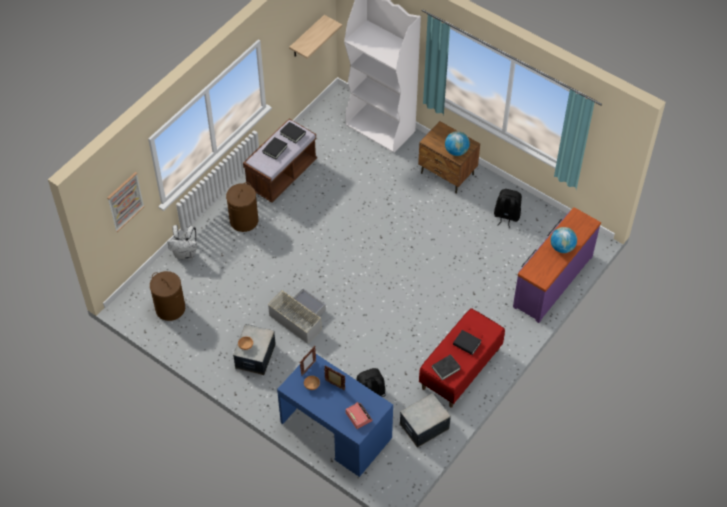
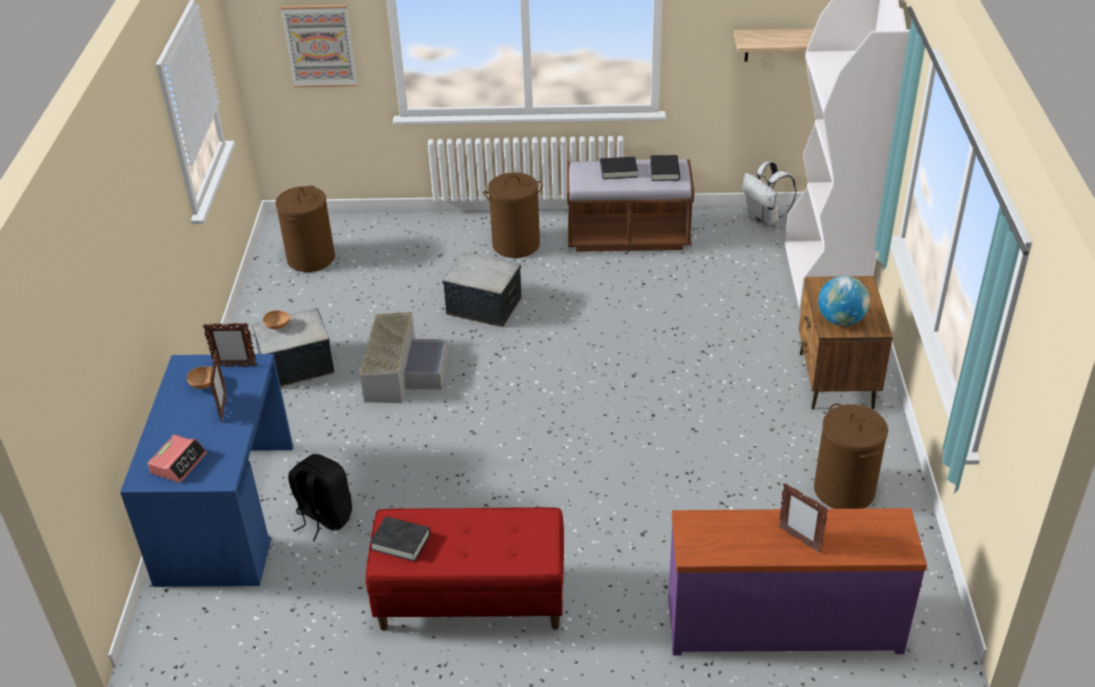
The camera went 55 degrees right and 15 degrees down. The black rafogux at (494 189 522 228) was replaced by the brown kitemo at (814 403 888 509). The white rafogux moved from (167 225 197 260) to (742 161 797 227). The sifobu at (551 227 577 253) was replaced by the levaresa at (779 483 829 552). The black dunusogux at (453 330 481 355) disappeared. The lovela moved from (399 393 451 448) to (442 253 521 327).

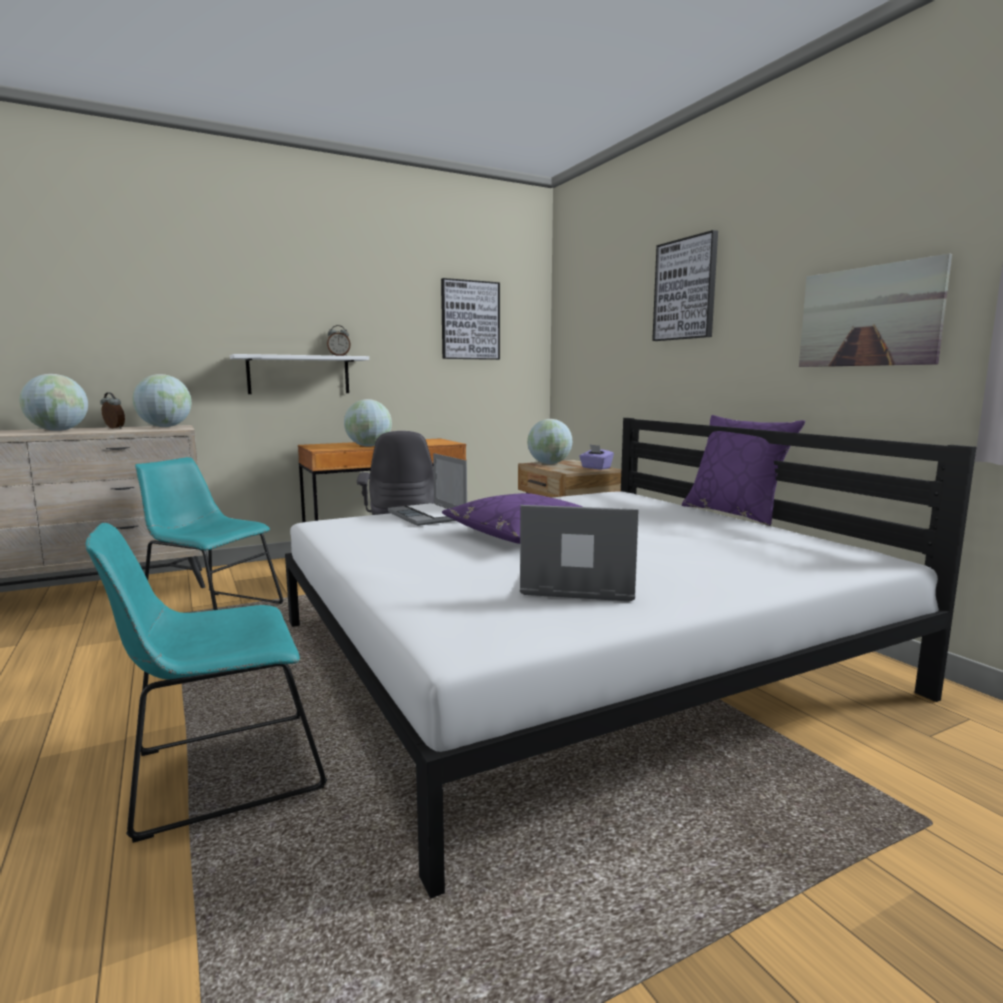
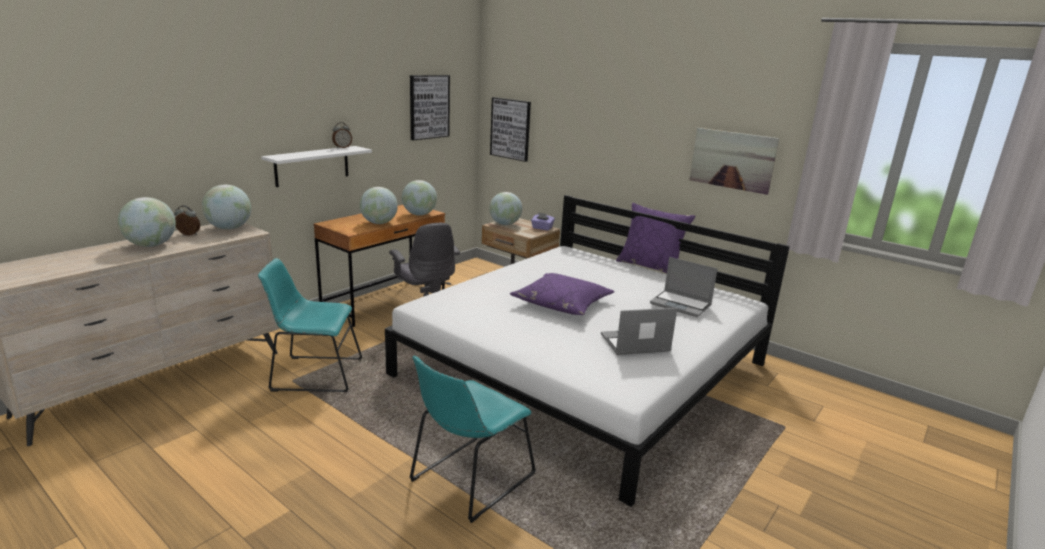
The camera went 25 degrees left and 10 degrees up. The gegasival moved from (652 230 718 341) to (490 97 531 162). The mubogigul moved from (388 453 467 526) to (650 257 718 317). The sifobu at (402 180 437 216) appeared.

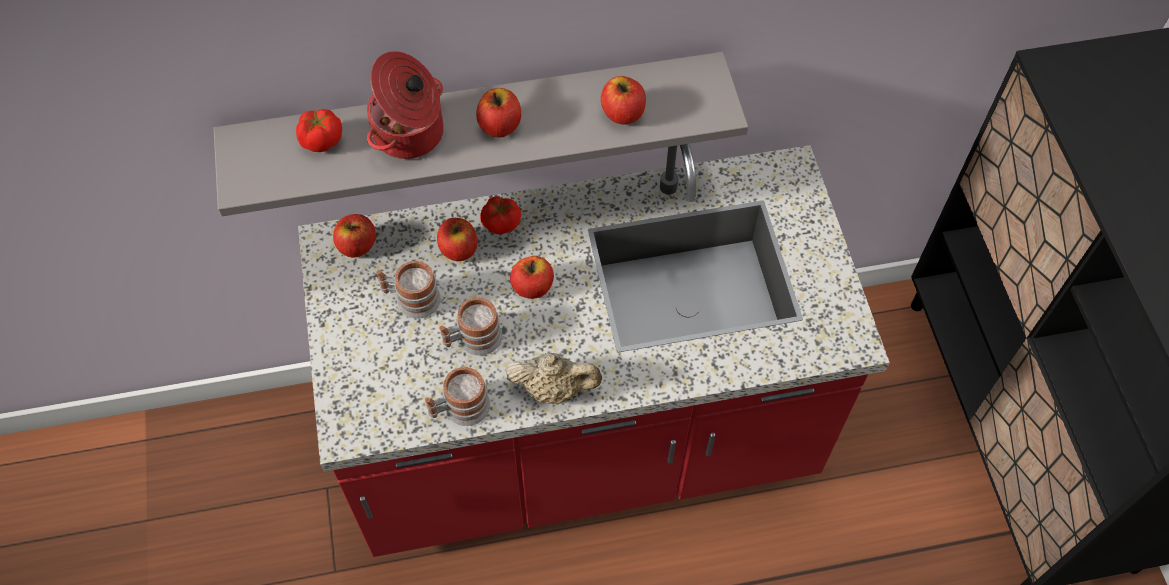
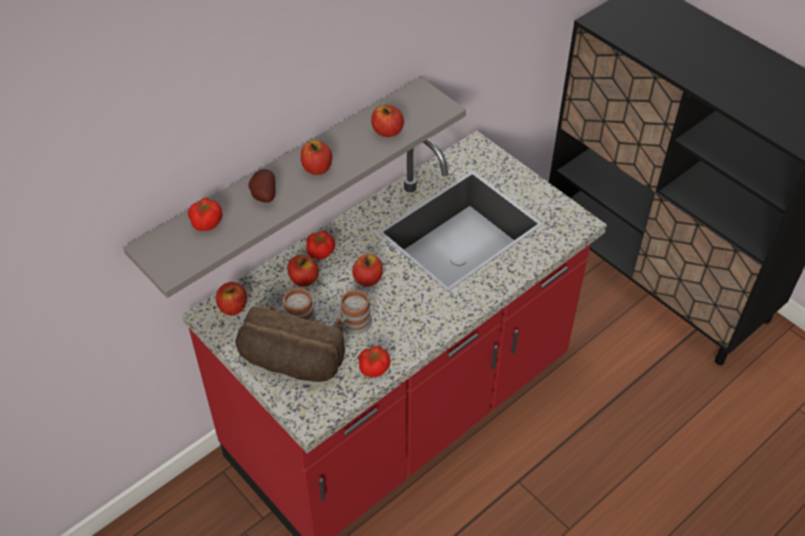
The camera went 30 degrees left and 10 degrees down. The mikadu at (367 51 444 159) was replaced by the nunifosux at (249 169 275 203). The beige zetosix at (506 353 602 405) disappeared. The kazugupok at (425 367 490 426) was replaced by the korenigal at (358 346 390 378). The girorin at (235 306 345 382) appeared.

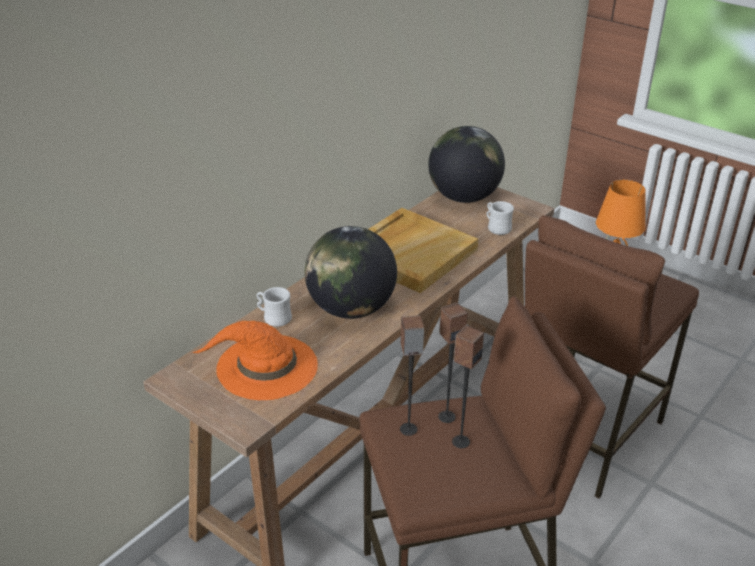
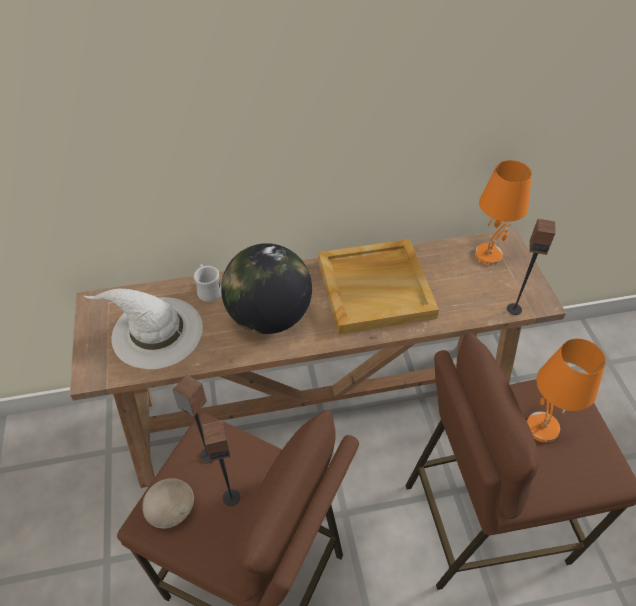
The camera went 40 degrees right and 15 degrees up. The sifobu at (428 126 505 203) was replaced by the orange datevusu at (475 160 532 265). The white kazugupok at (486 201 514 235) disappeared. The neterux moved from (438 303 468 423) to (507 219 555 315). The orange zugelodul at (192 321 318 400) became the white zugelodul at (84 288 203 369). The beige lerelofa at (142 478 194 529) appeared.

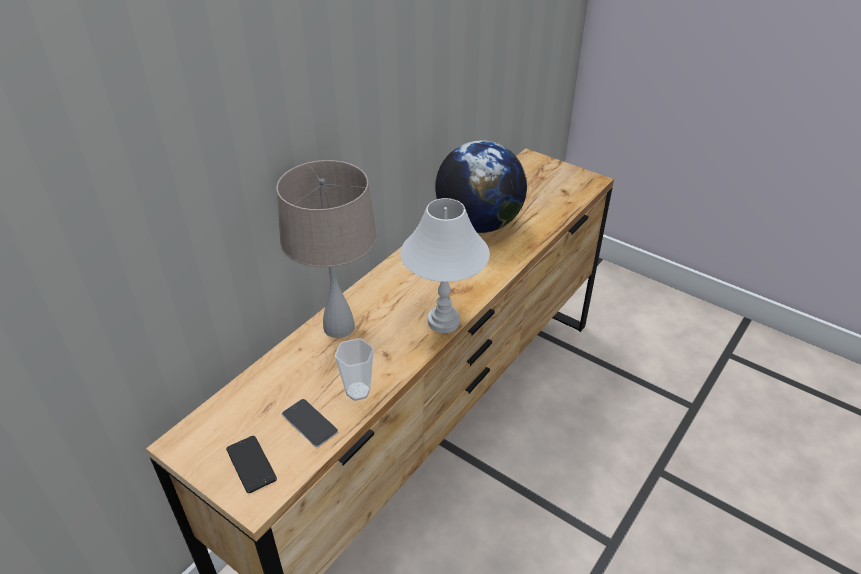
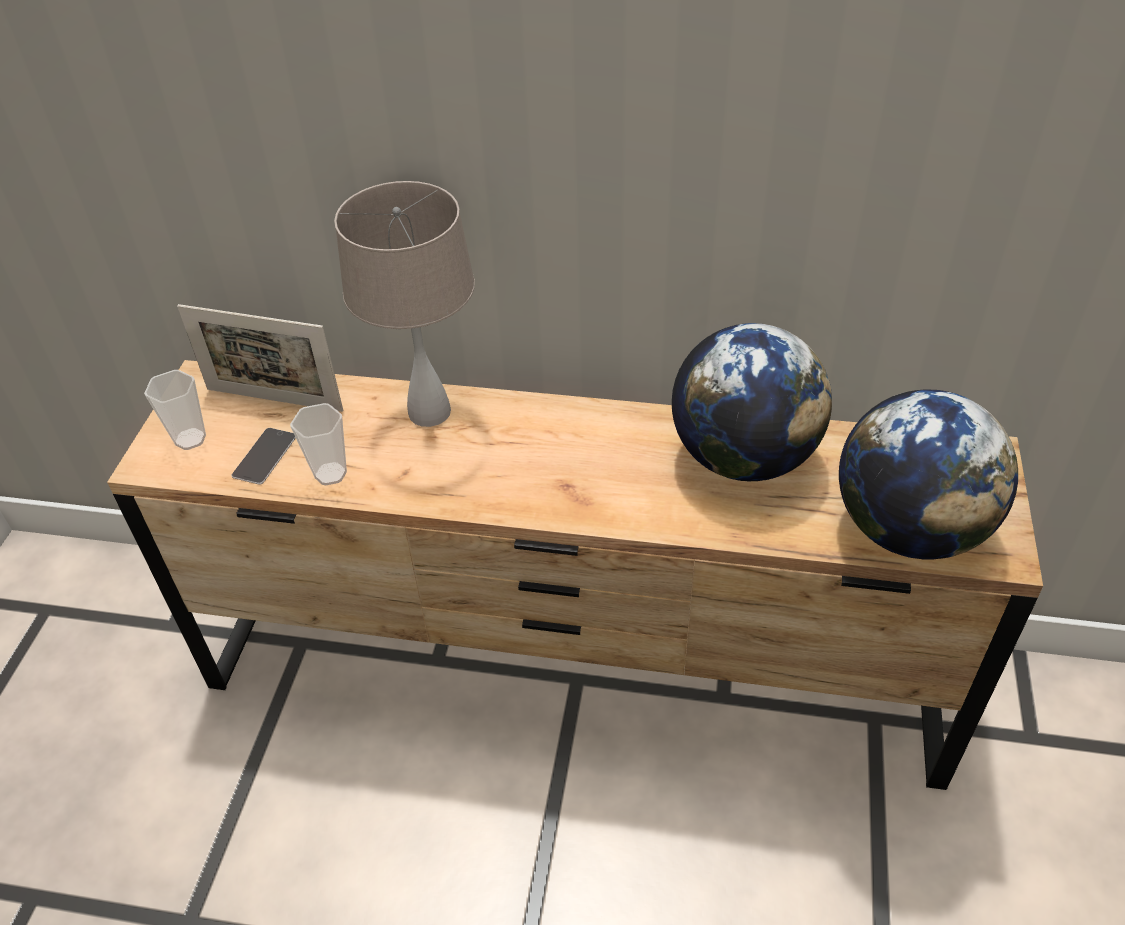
The camera went 65 degrees right and 5 degrees up. The white datevusu at (400 198 490 333) disappeared. The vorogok at (226 436 277 493) was replaced by the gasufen at (144 370 206 450). The levaresa at (177 304 343 412) appeared. The sifobu at (839 389 1018 559) appeared.

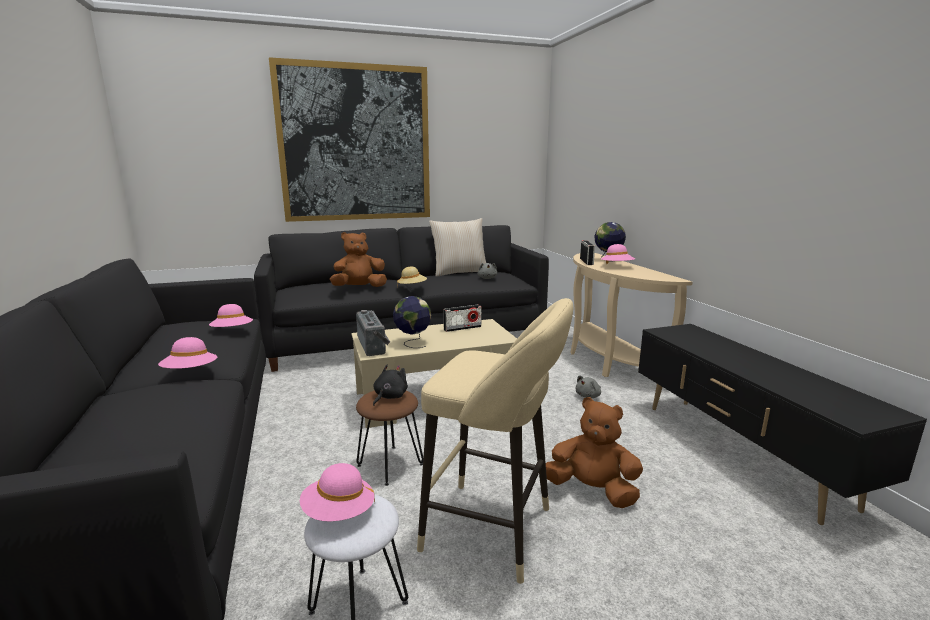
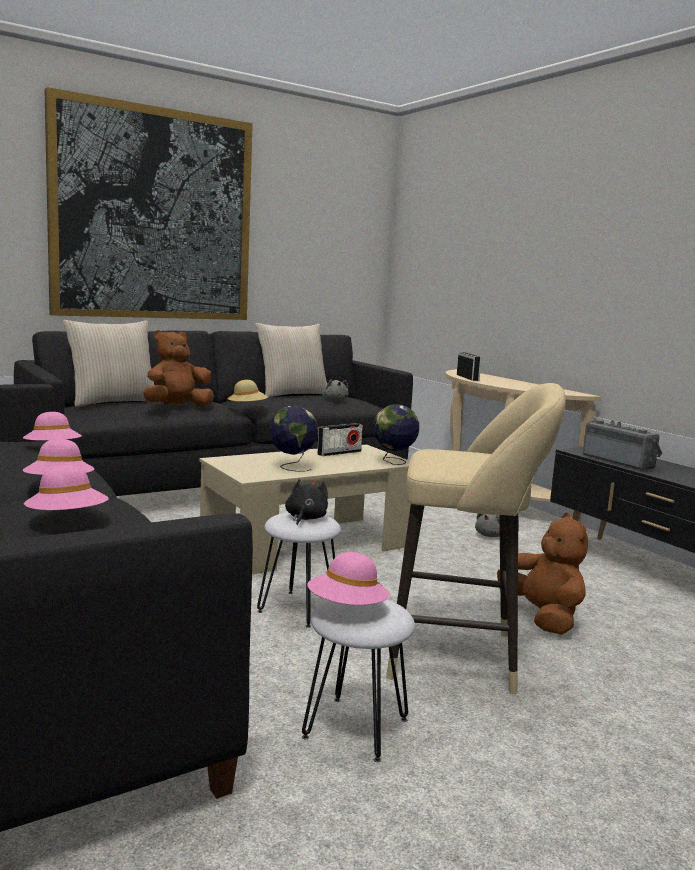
The camera went 15 degrees left and 5 degrees down. The sifobu moved from (594 222 626 262) to (373 404 419 465). The pink zugelodul moved from (601 244 635 264) to (24 465 108 510). The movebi moved from (356 310 390 356) to (583 420 662 470). The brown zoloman at (356 390 423 486) became the white zoloman at (257 512 341 628). The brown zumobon at (546 397 643 508) turned 60 degrees clockwise. The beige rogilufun at (63 320 154 407) appeared.

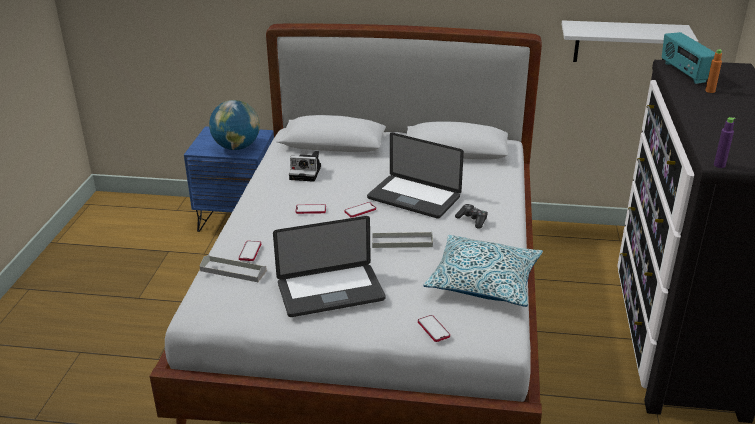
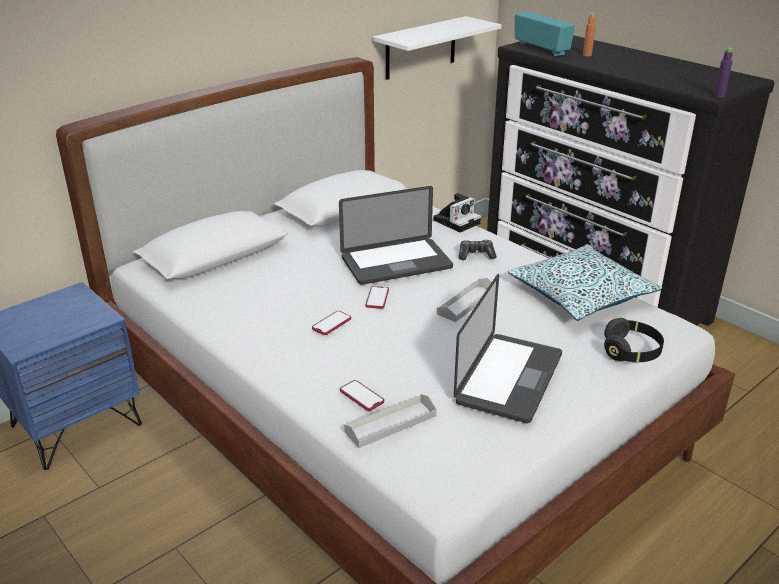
The camera went 50 degrees left and 0 degrees up. The movebi at (662 32 715 84) turned 150 degrees counterclockwise. The sifobu at (209 100 260 150) disappeared. The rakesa moved from (289 151 321 182) to (433 193 481 232). The vorogok at (418 315 450 342) was replaced by the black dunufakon at (604 318 664 362).

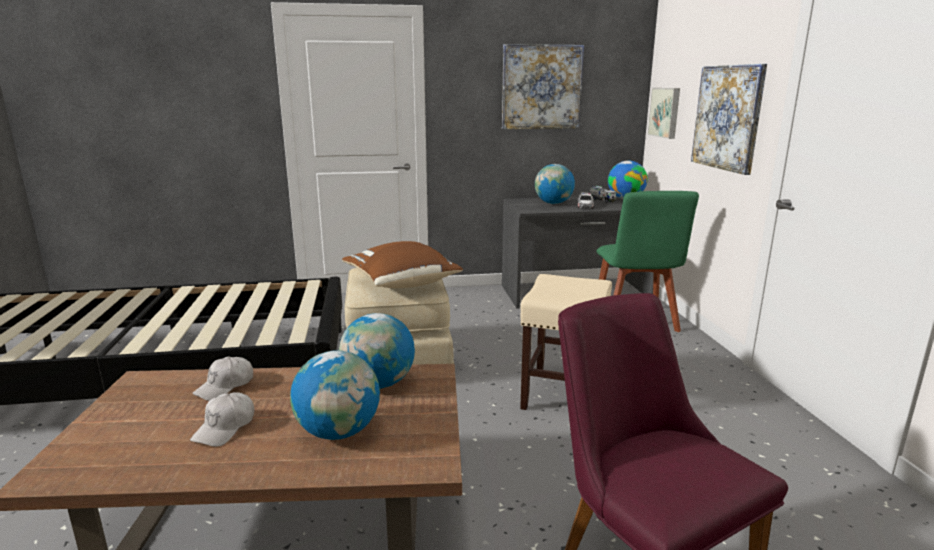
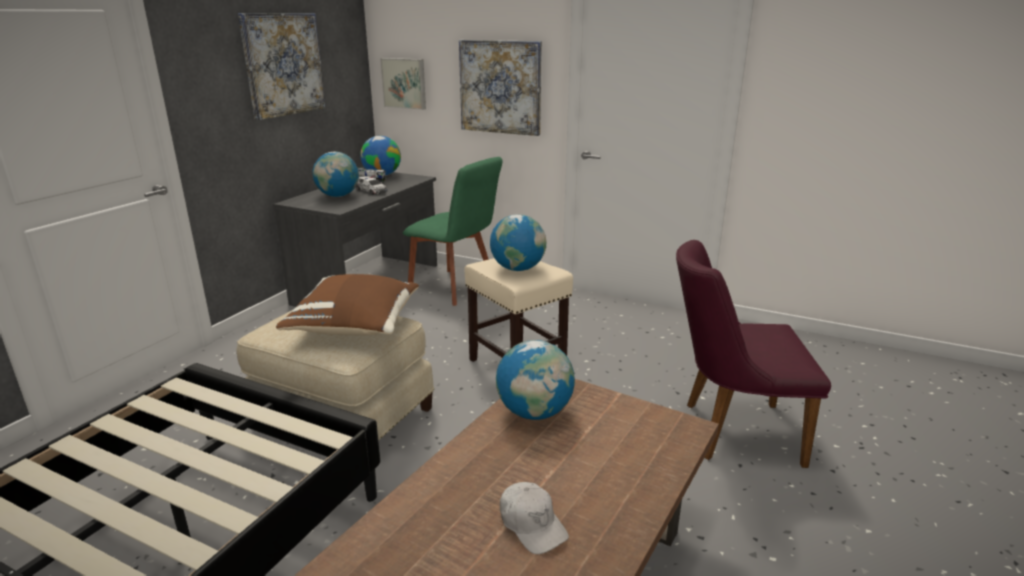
The camera went 55 degrees left and 5 degrees up. The sifobu moved from (290 351 380 440) to (490 214 546 271). The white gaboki at (192 357 253 401) disappeared.

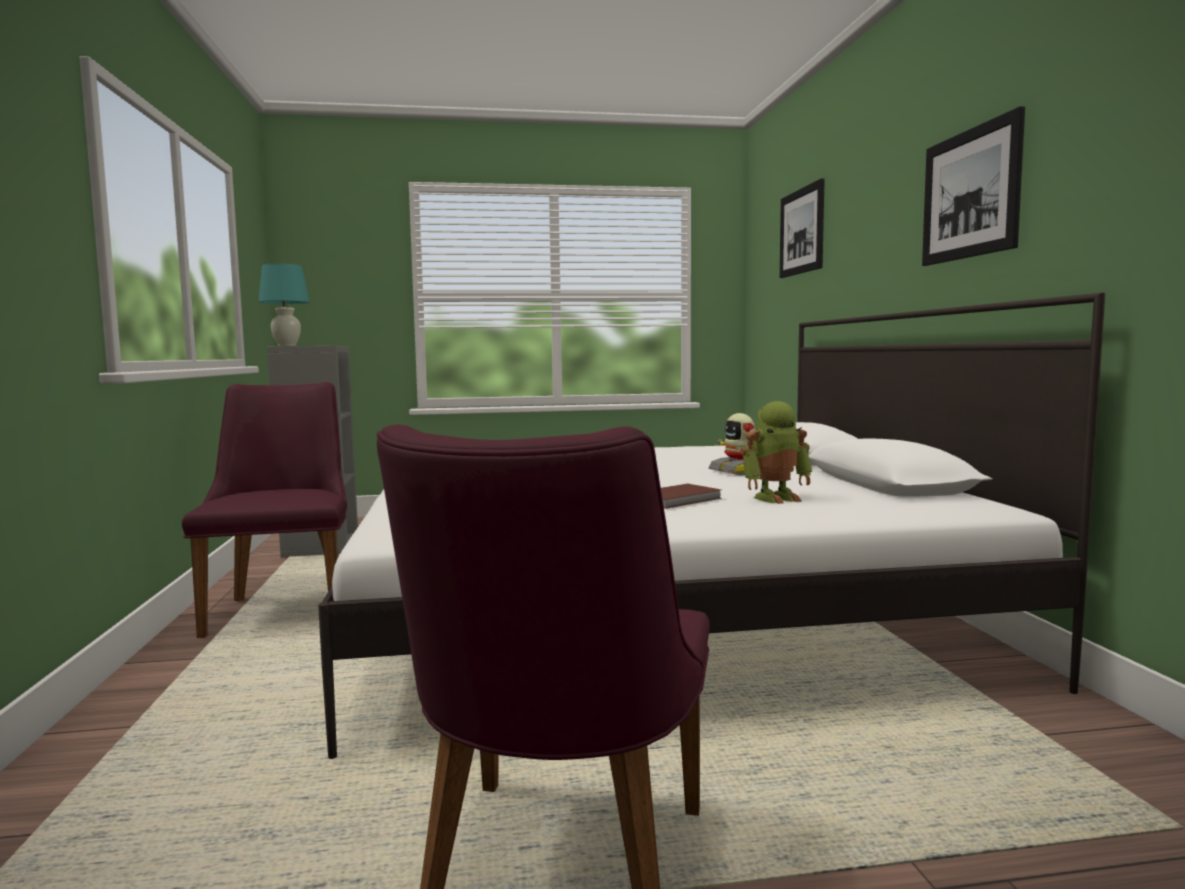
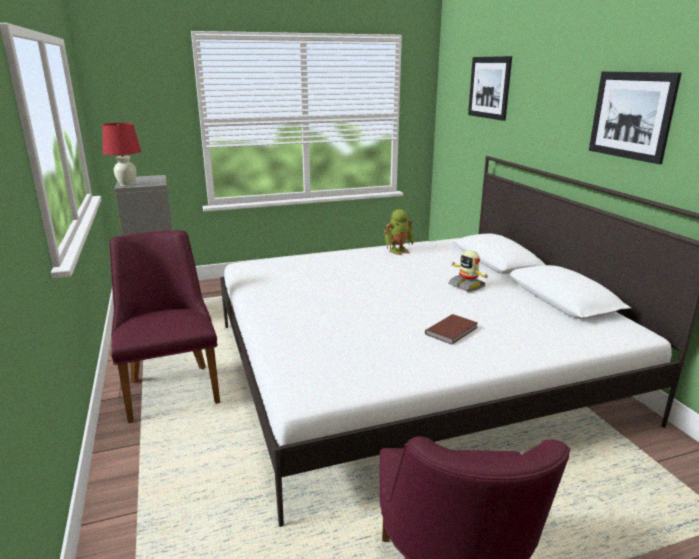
The camera went 10 degrees left and 15 degrees up. The turquoise datevusu at (259 264 310 346) became the red datevusu at (102 123 141 186). The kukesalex moved from (740 401 812 504) to (384 209 414 255).

